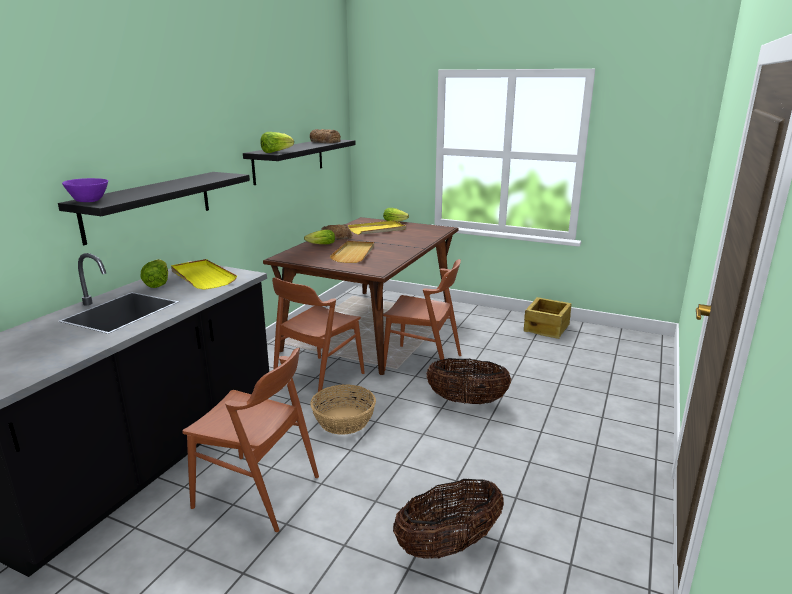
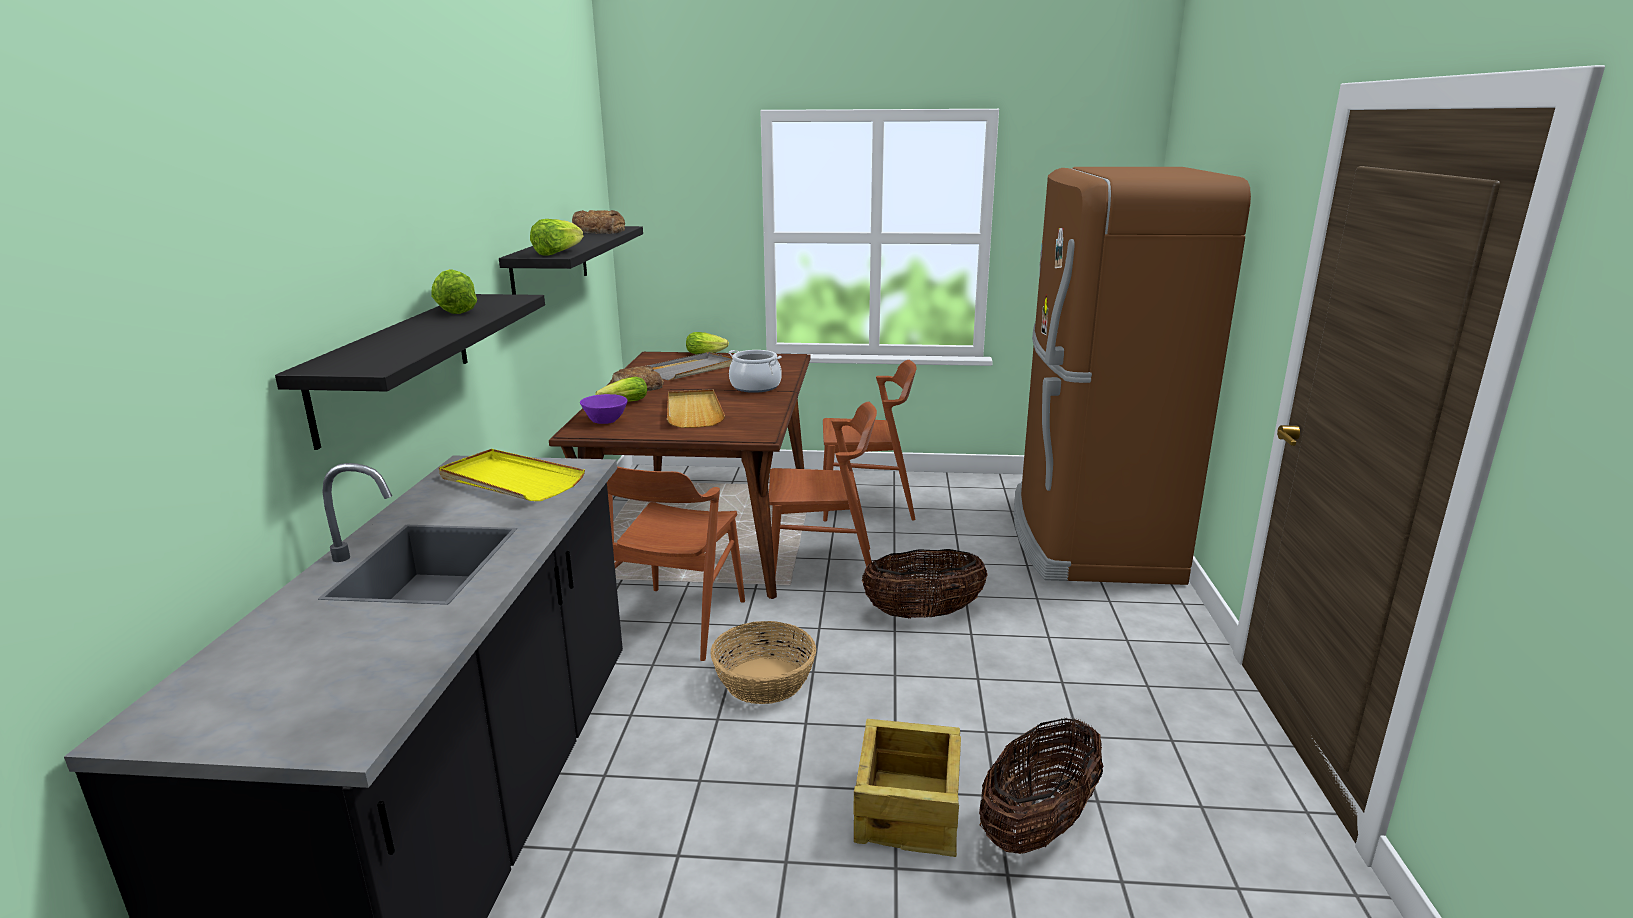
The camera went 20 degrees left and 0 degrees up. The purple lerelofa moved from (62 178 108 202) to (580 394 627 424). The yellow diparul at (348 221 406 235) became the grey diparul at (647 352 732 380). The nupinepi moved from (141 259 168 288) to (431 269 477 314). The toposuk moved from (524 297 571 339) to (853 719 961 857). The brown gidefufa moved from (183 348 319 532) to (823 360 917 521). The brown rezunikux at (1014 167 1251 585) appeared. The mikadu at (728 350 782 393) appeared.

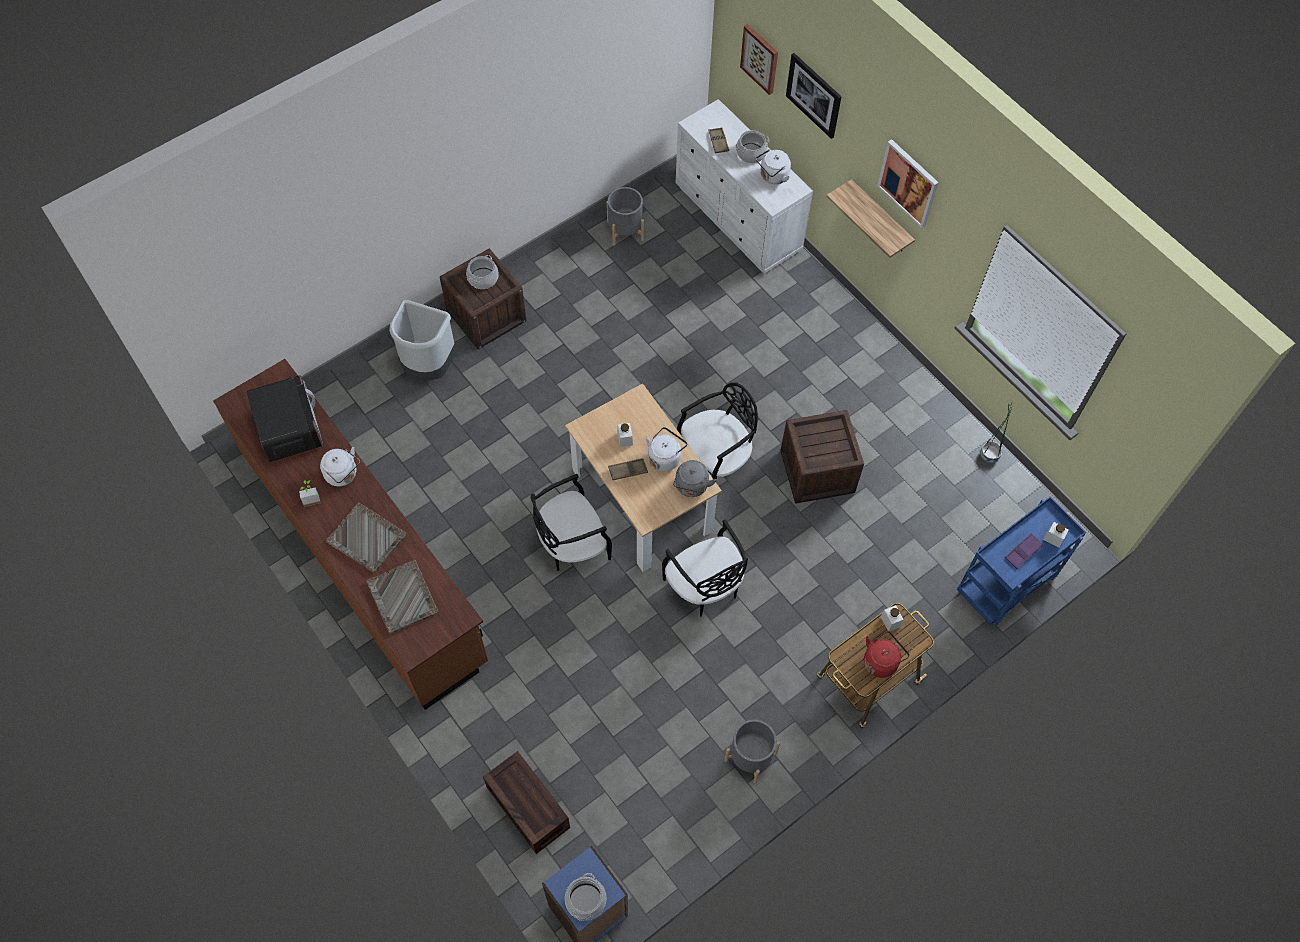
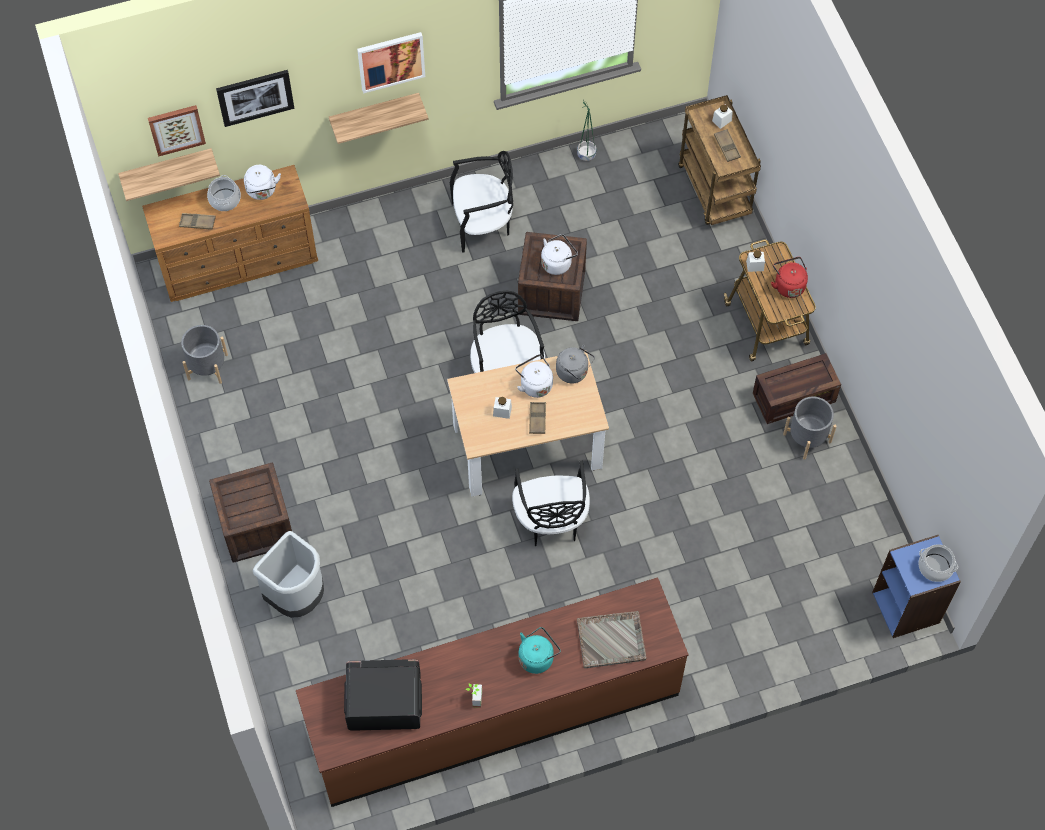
The camera went 70 degrees left and 0 degrees up. The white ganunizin at (676 99 813 274) became the brown ganunizin at (142 165 318 302). The mikadu at (466 255 499 289) disappeared. The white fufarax moved from (320 447 360 486) to (541 234 578 275). The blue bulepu at (957 496 1086 626) became the brown bulepu at (678 95 761 225). The grey diparul at (326 502 407 573) was replaced by the turquoise fufarax at (519 627 561 674). The black gidefufa moved from (662 519 748 617) to (450 151 513 253). The purple diparul at (1004 533 1044 569) became the brown diparul at (714 129 741 162). The toposuk moved from (483 751 570 854) to (753 353 841 424). The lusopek at (118 148 220 201) appeared.

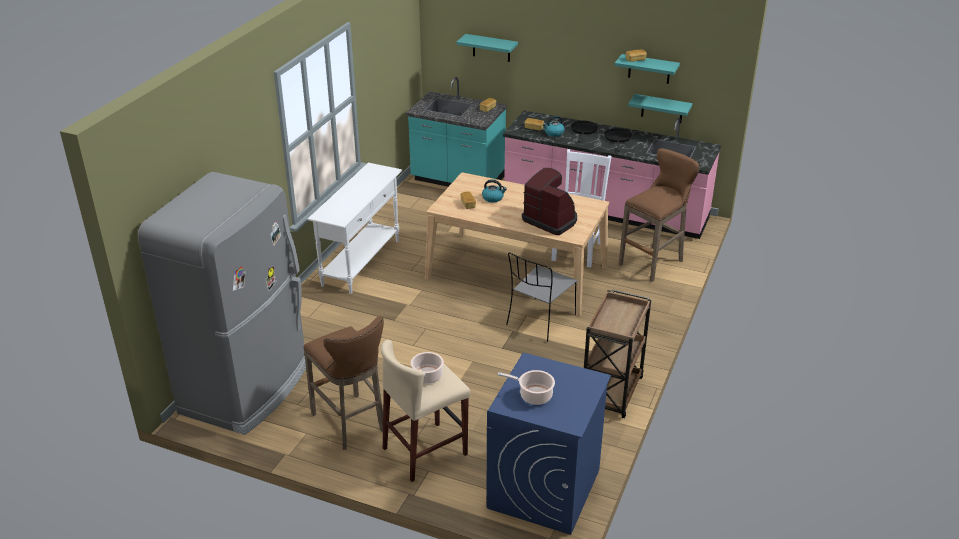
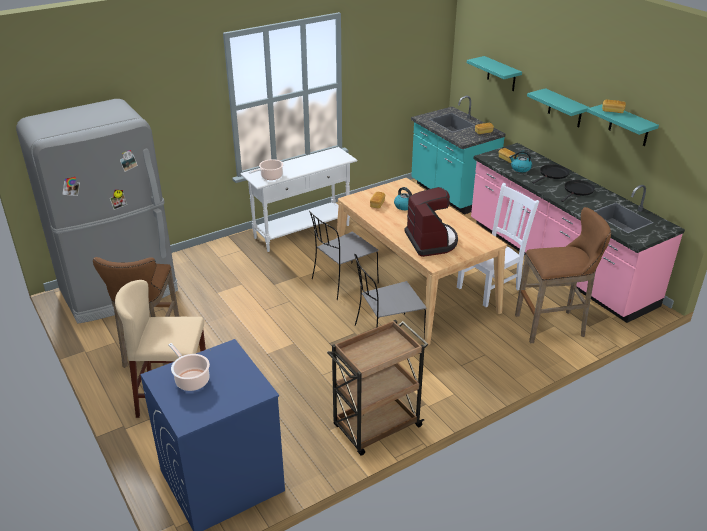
The camera went 35 degrees right and 0 degrees up. The turquoise lusopek moved from (628 94 693 123) to (527 88 590 127). The mikadu moved from (411 352 444 384) to (249 159 283 180). The grey gidefufa at (309 211 379 300) appeared.

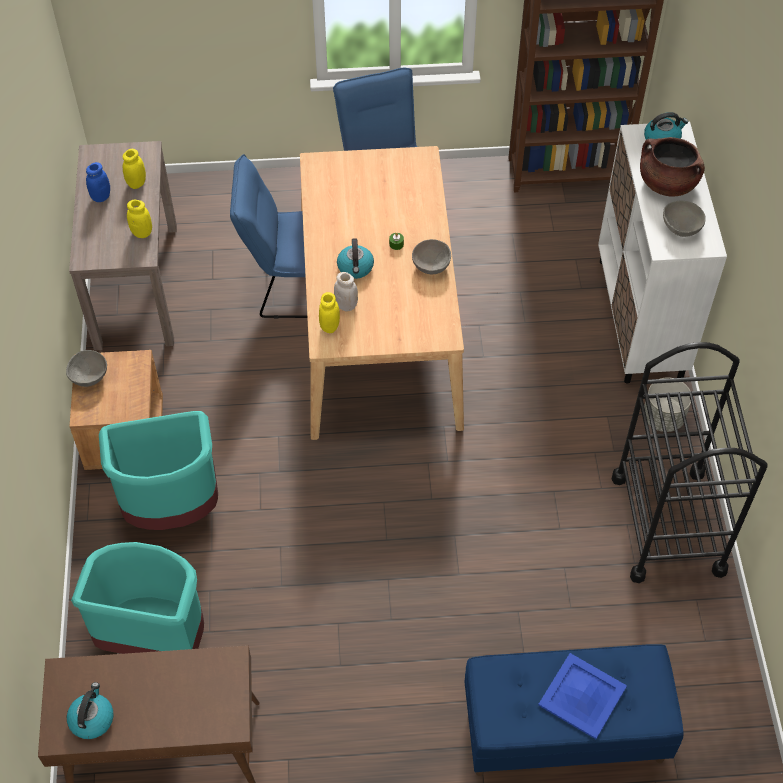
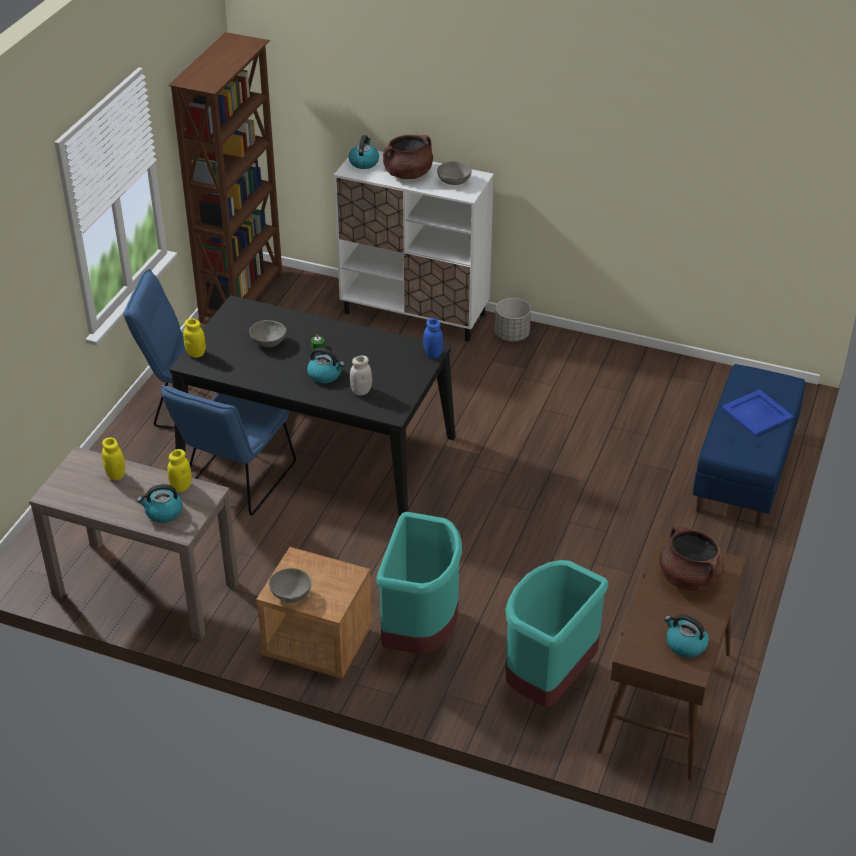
The camera went 65 degrees left and 15 degrees down. The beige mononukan at (300 146 464 440) became the black mononukan at (170 296 455 517). The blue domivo moved from (86 162 110 202) to (423 318 443 358). The grey lerelofa moved from (412 239 451 274) to (249 320 286 347). The yellow domivo moved from (319 292 340 333) to (183 318 206 358). The black bulepu at (611 342 767 583) disappeared. The fufarax at (137 484 183 523) appeared. The brown mikadu at (659 525 724 591) appeared.

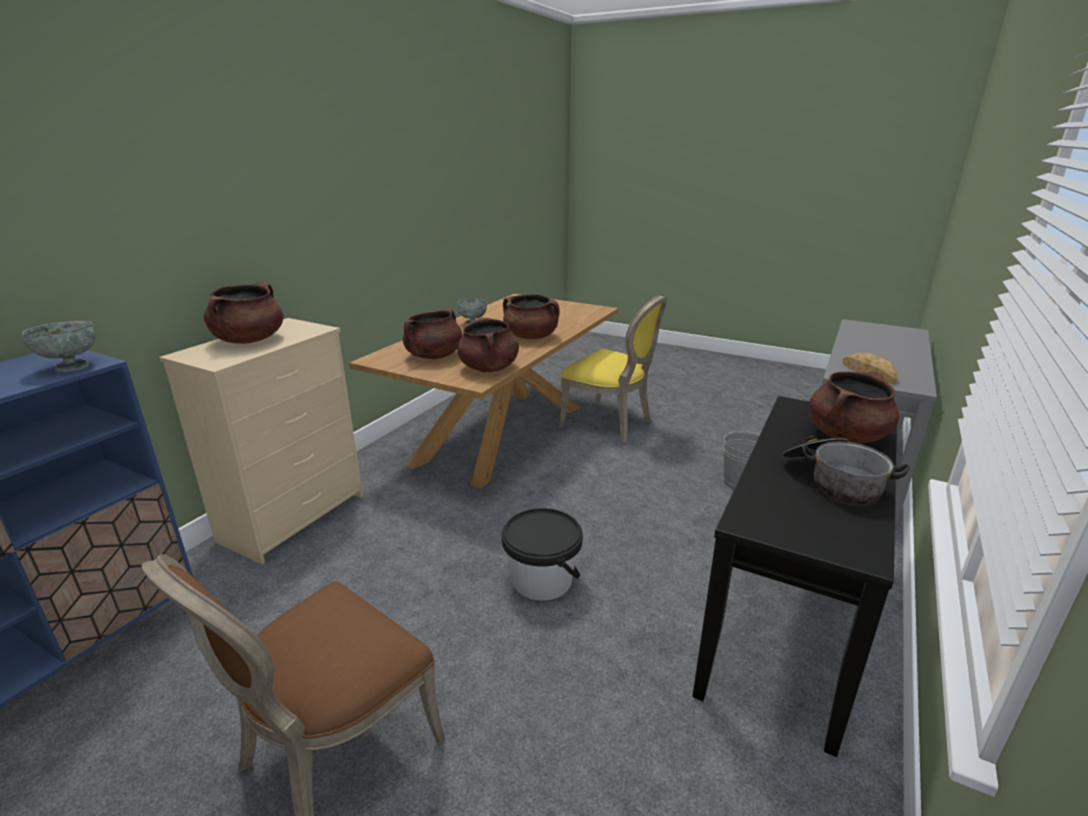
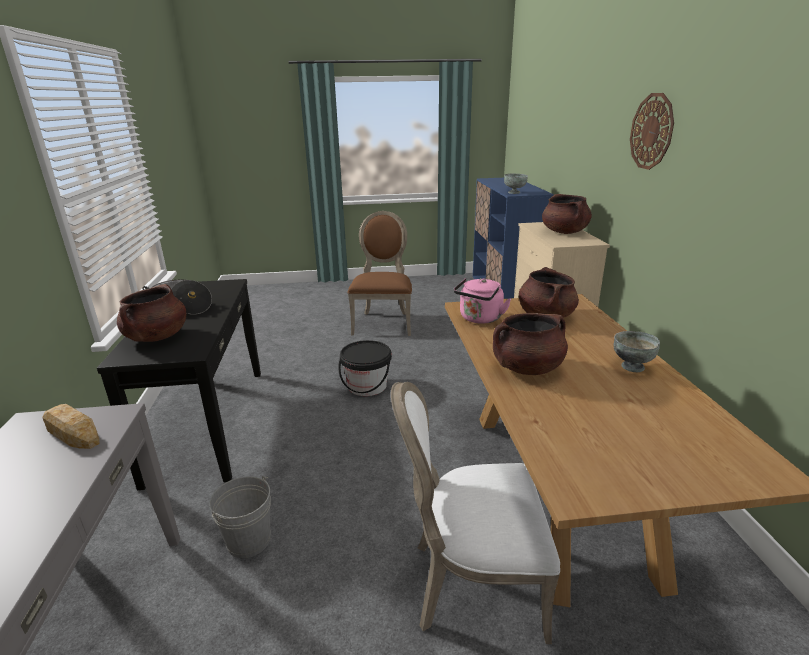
The camera went 145 degrees right and 0 degrees up. The yellow gidefufa at (559 295 668 443) became the white gidefufa at (391 382 560 644). The brown mikadu at (457 317 519 372) was replaced by the pink fufarax at (454 278 511 324). The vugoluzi at (630 93 674 170) appeared.

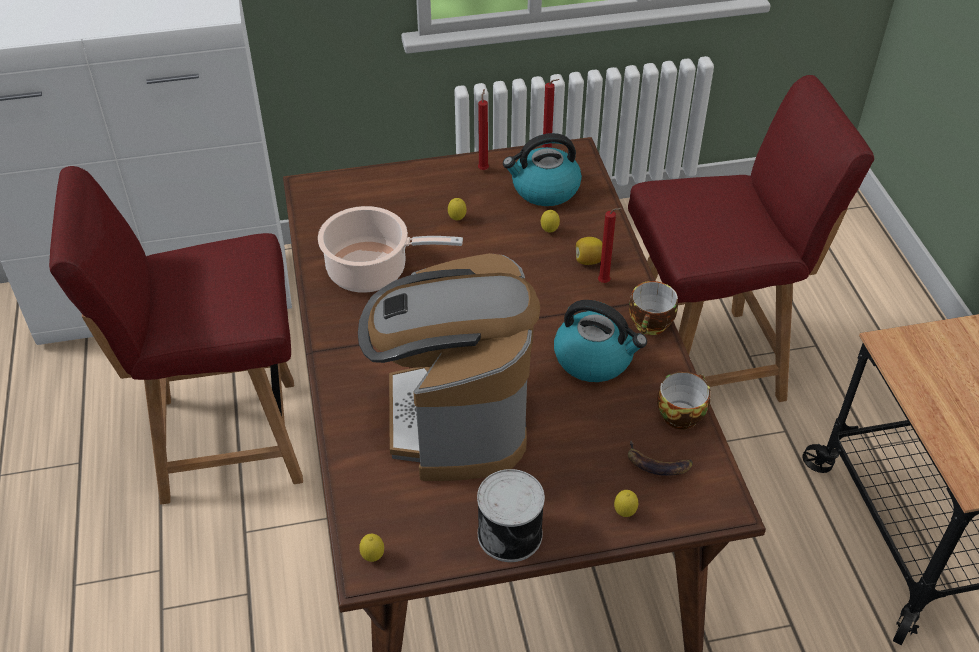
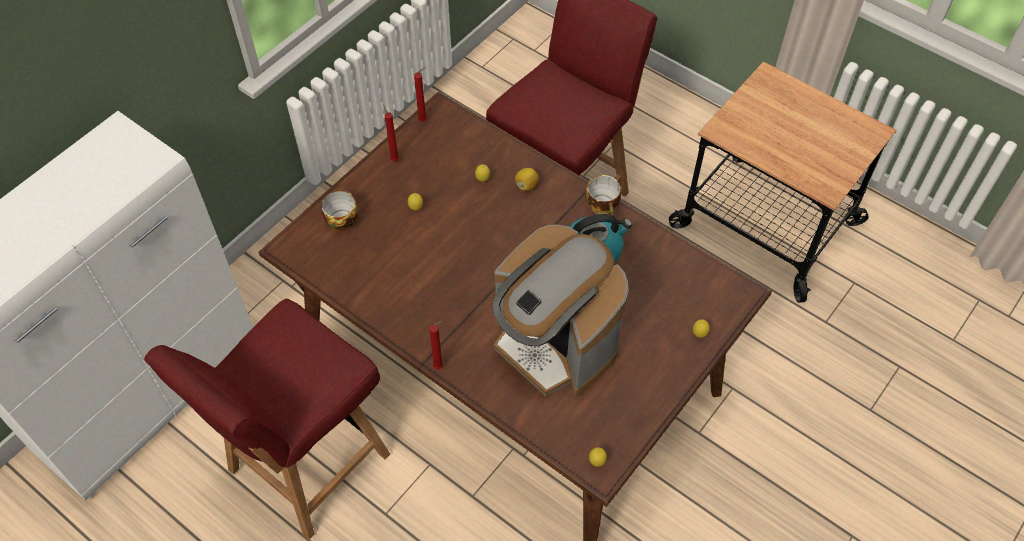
The camera went 40 degrees left and 10 degrees up. The fufarax at (503 133 582 206) disappeared. The mikadu at (318 206 463 293) disappeared. The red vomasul moved from (598 208 622 283) to (429 321 443 369). The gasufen moved from (657 371 711 430) to (321 188 358 230). The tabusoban at (628 440 693 476) disappeared. The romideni at (477 469 545 562) disappeared.

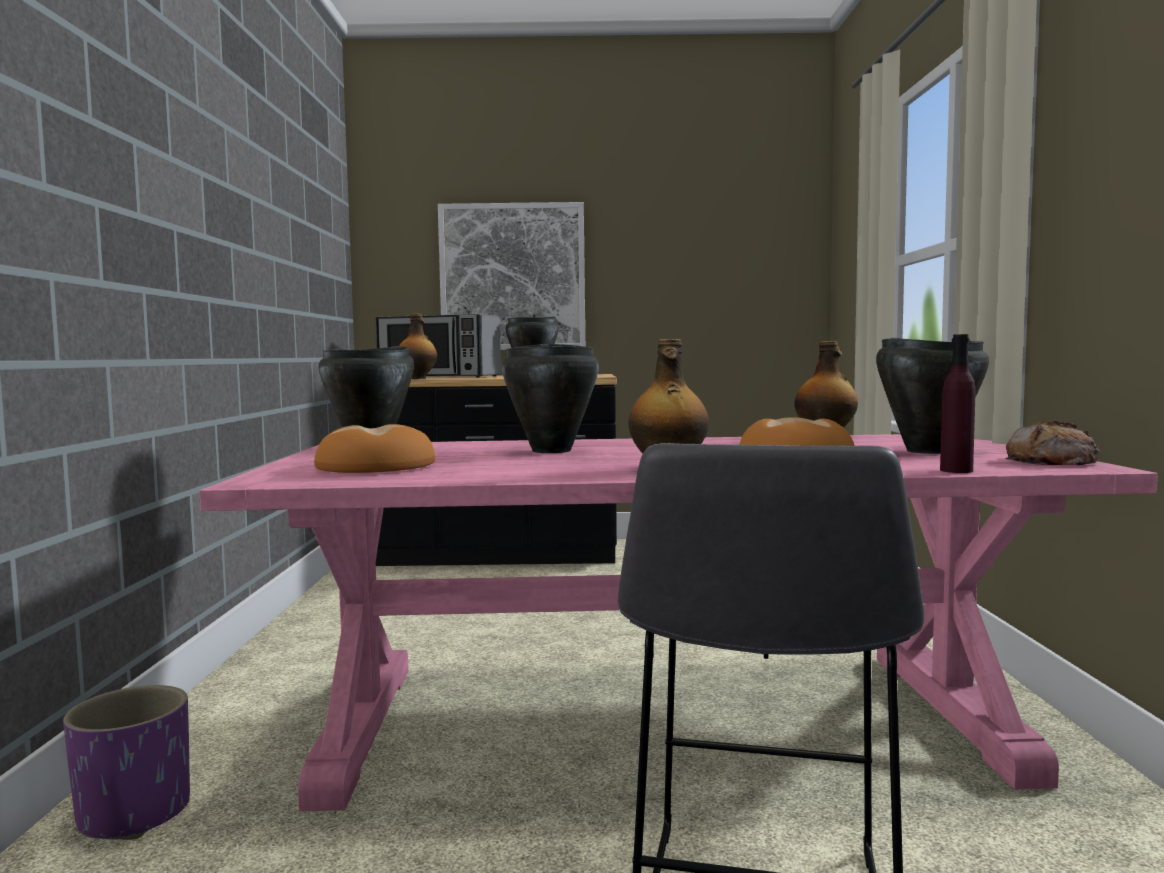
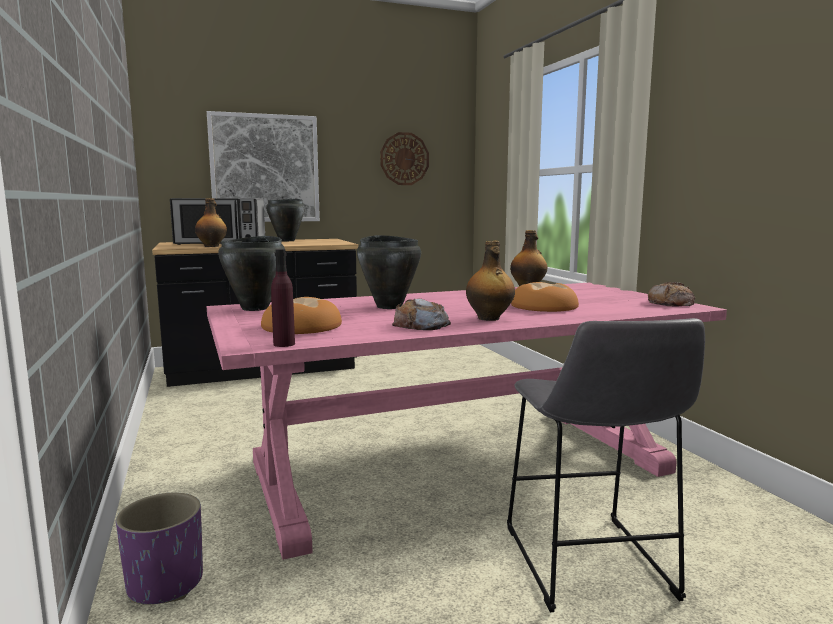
The camera went 20 degrees left and 5 degrees up. The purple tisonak moved from (940 334 975 473) to (271 249 295 347). The black mikadu at (876 338 989 454) disappeared. The vugoluzi at (380 132 429 185) appeared. The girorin at (392 298 451 330) appeared.

